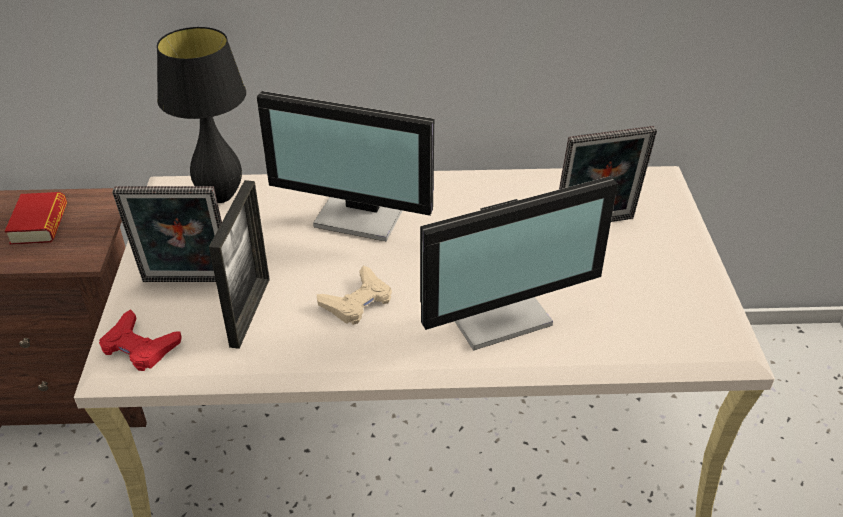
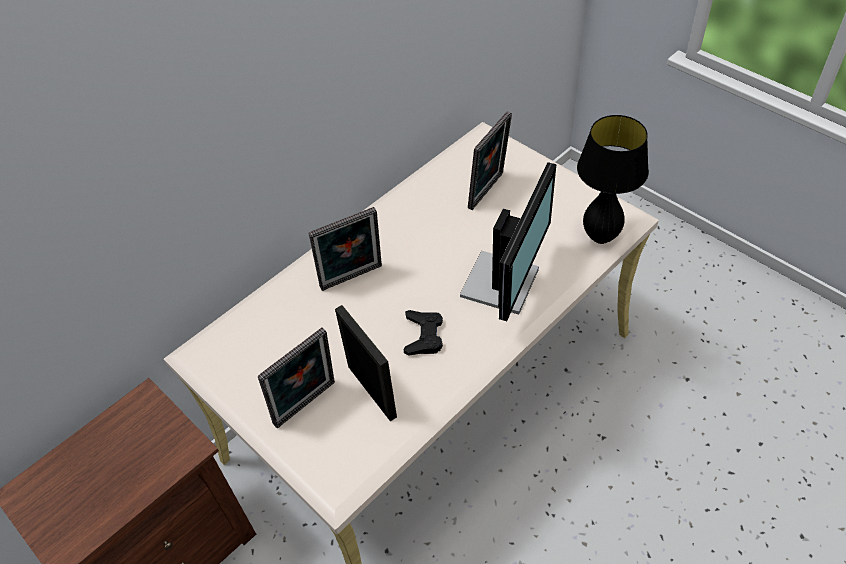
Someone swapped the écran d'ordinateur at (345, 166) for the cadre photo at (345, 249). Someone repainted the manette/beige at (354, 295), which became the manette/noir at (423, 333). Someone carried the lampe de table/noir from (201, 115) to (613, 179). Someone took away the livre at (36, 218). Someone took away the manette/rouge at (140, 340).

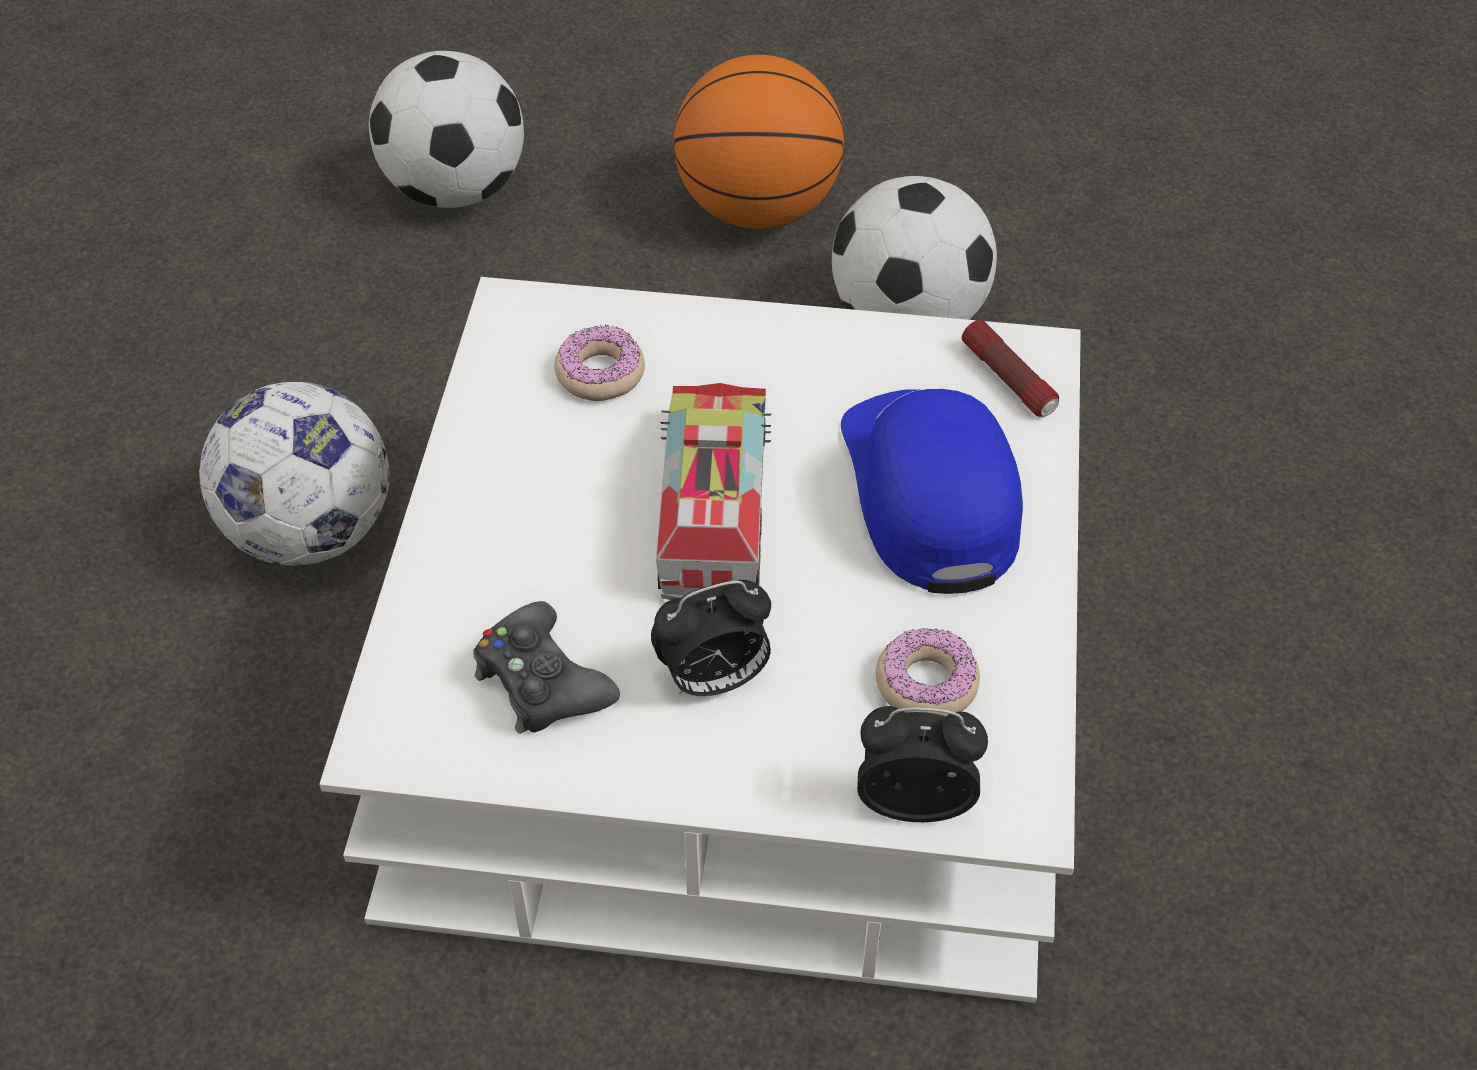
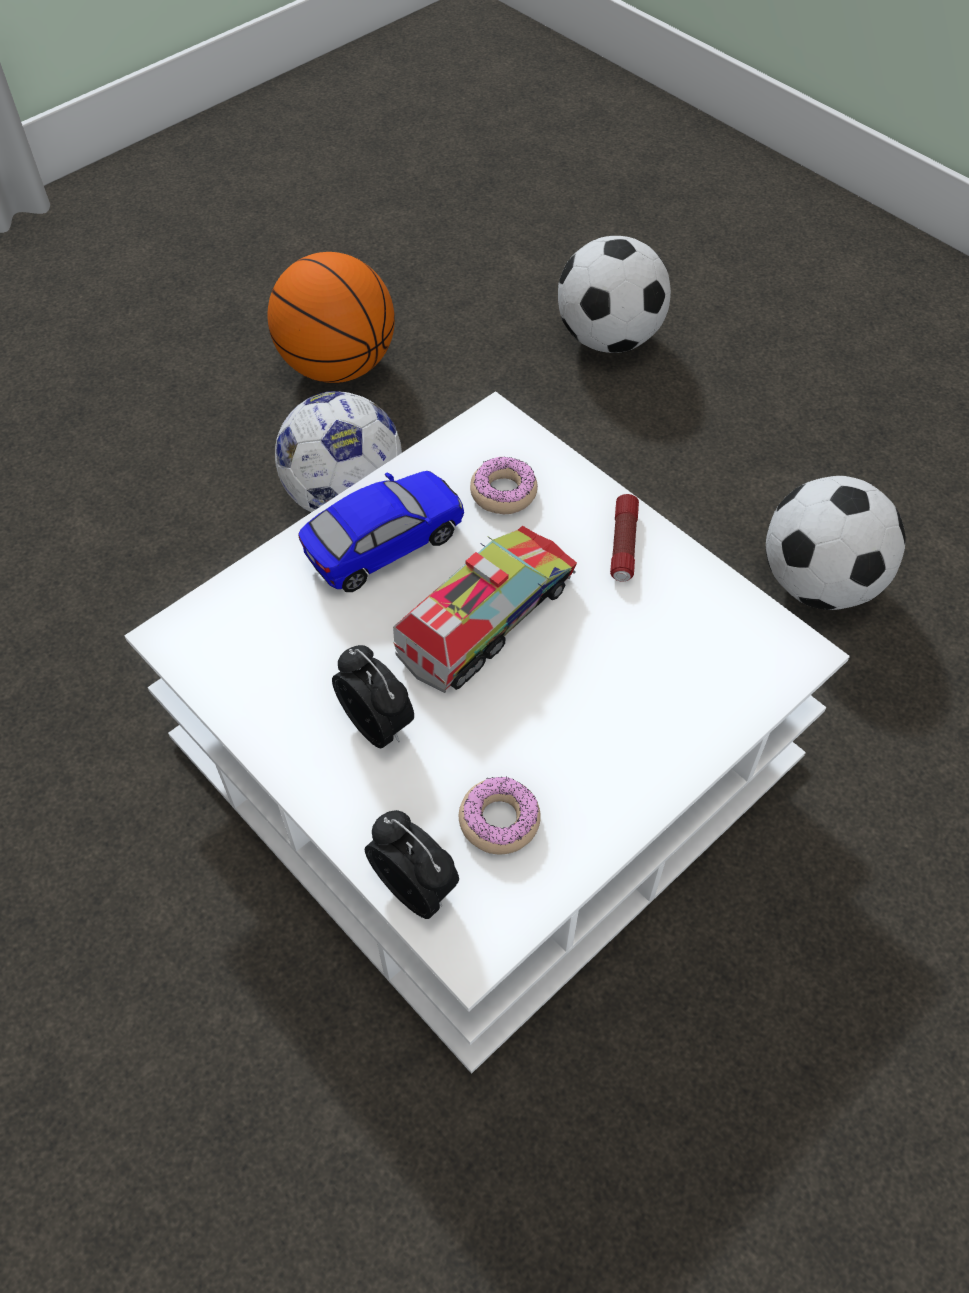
Someone carried the ballon de basket from (759, 142) to (331, 317). Someone put down the petite voiture at (381, 531). Someone rotated the réveil at (711, 638) by 150 degrees counterclockwise. Someone carried the lampe de poche from (1010, 368) to (624, 538). Someone took away the manette/noir at (546, 667). Someone took away the casquette/bleu at (932, 491).

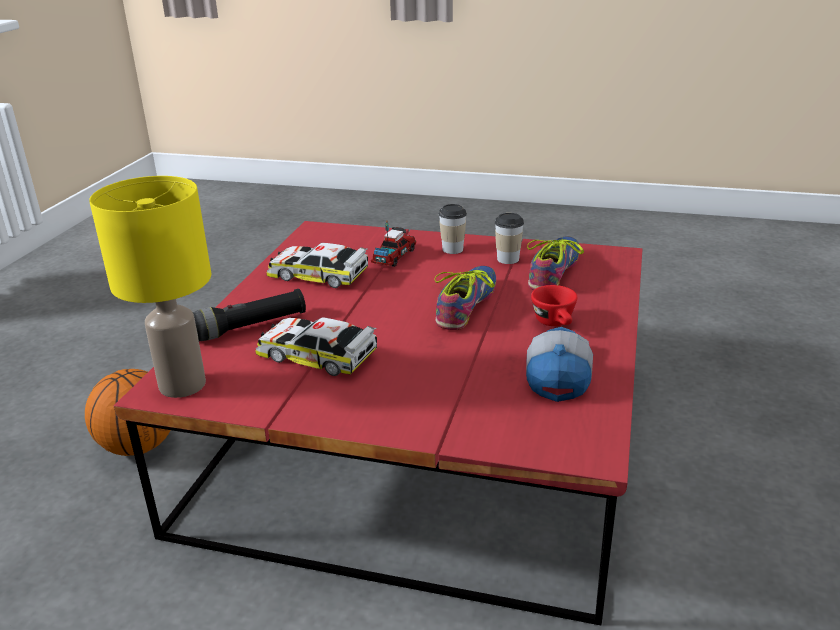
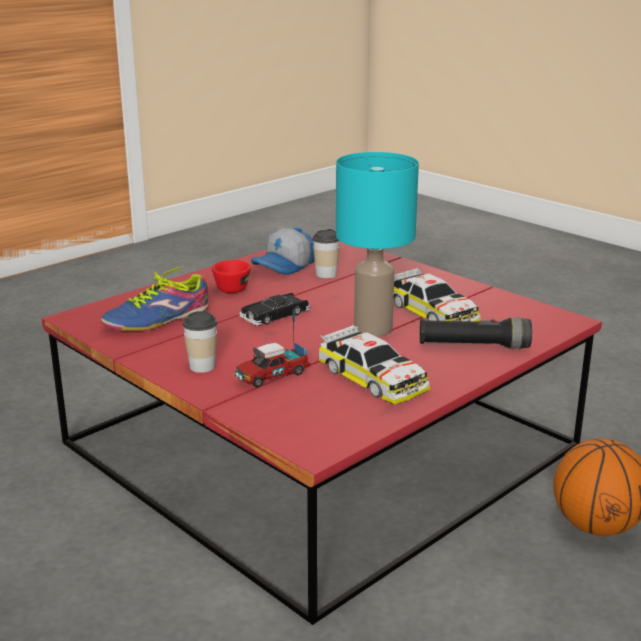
Someone swapped the chaussure at (465, 298) for the petite voiture/noir at (275, 309). Someone carried the tasse from (509, 238) to (326, 253). Someone put down the lampe de table/turquoise at (377, 244). Someone took away the lampe de table/jaune at (150, 287).

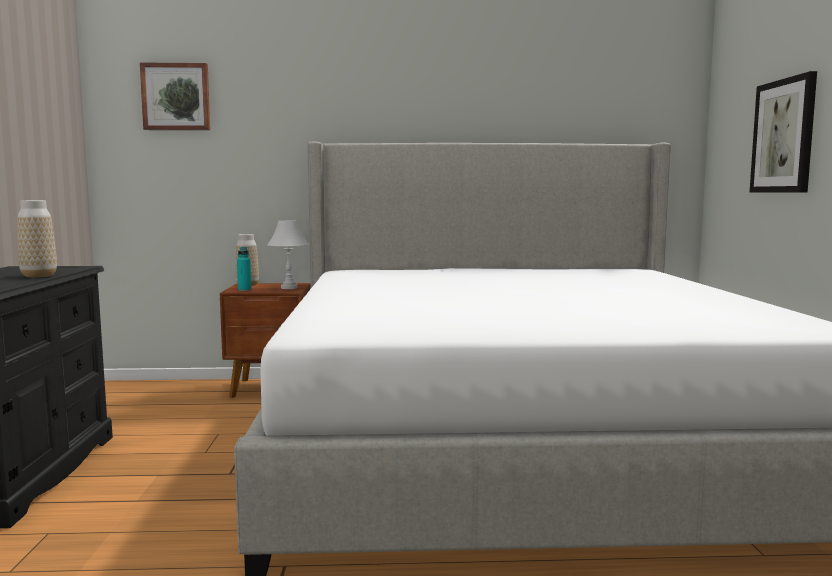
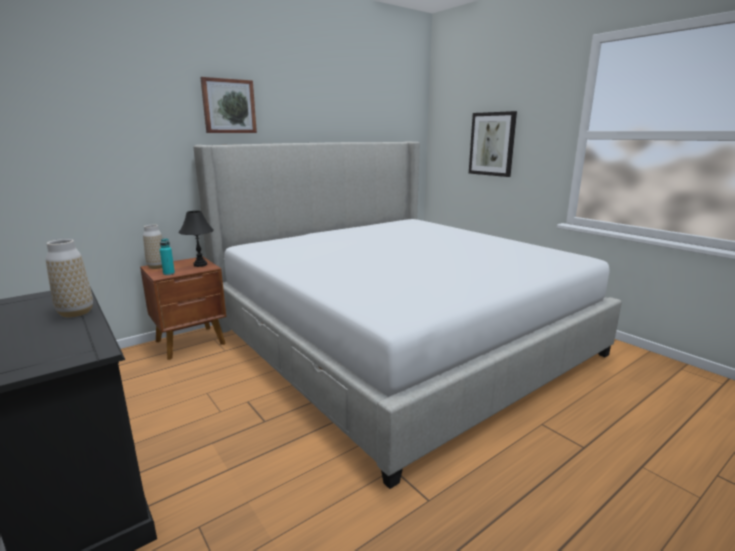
Someone repainted the lampe de table/blanc at (288, 254), which became the lampe de table/noir at (196, 239). Someone carried the tableau from (175, 96) to (228, 105).

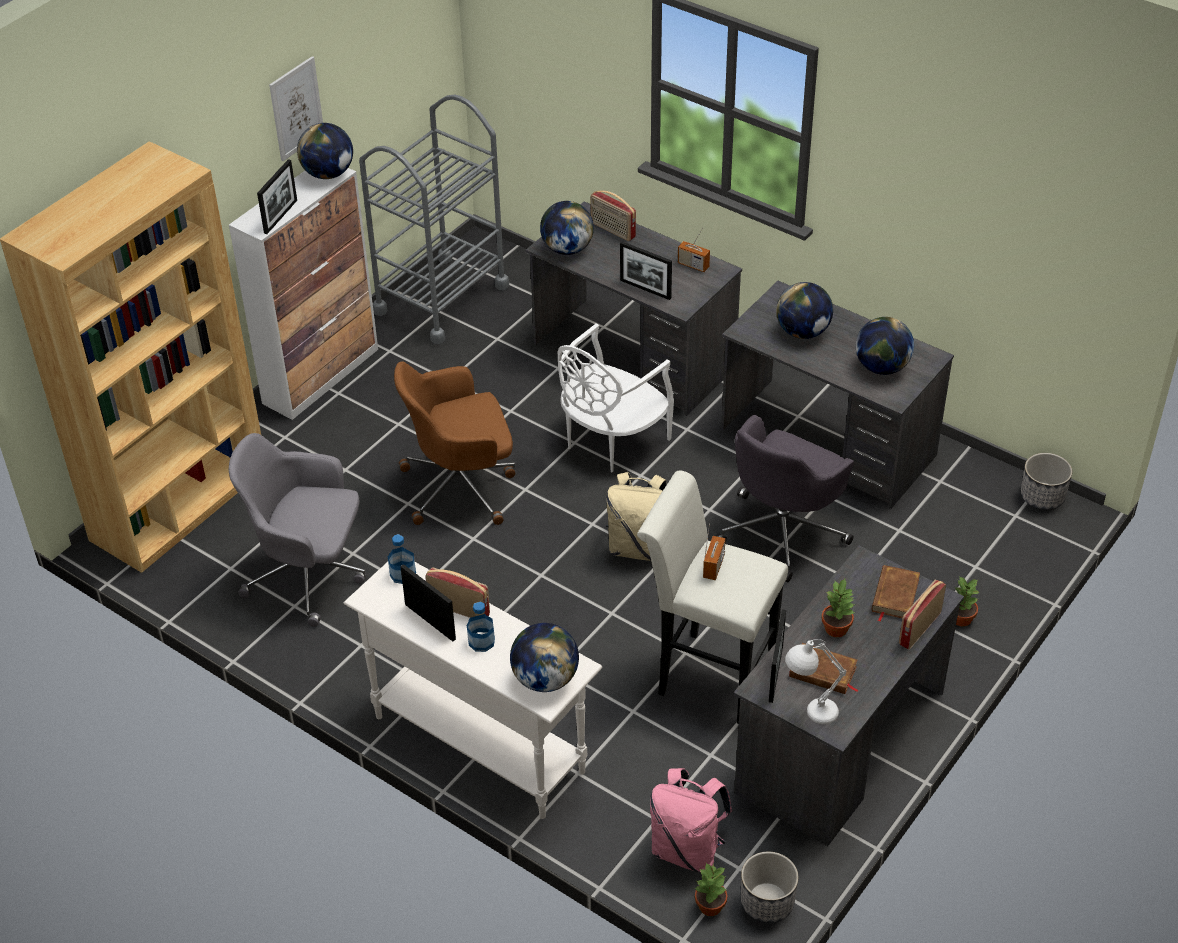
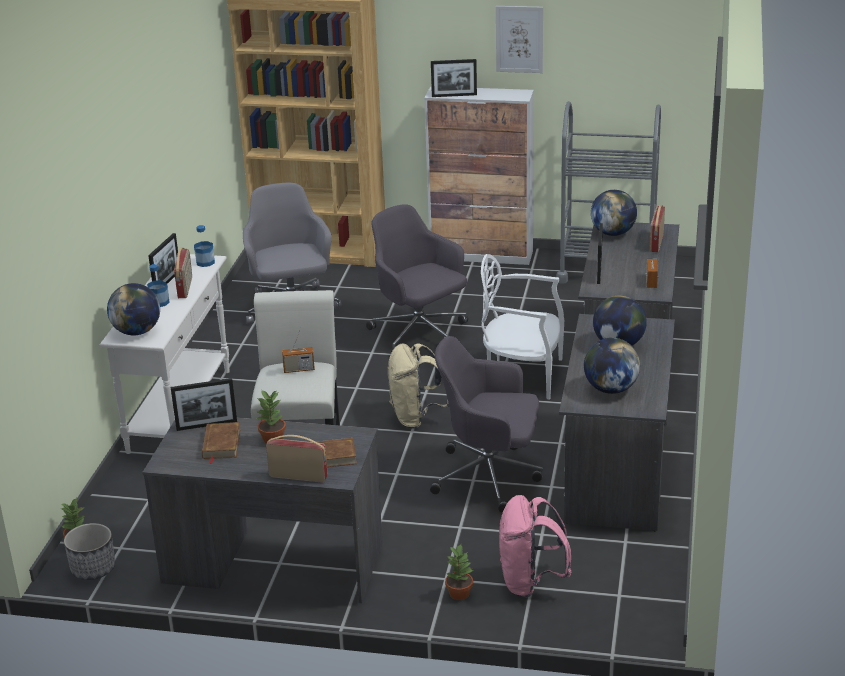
Someone repainted the chaise de bureau/marron at (454, 443), which became the chaise de bureau/gris at (417, 278). Someone carried the sac à dos/rose from (691, 820) to (535, 546). Someone took away the globe at (325, 151). Someone took away the lampe de table/blanc at (815, 681). Someone took away the cache-pot at (1047, 481).

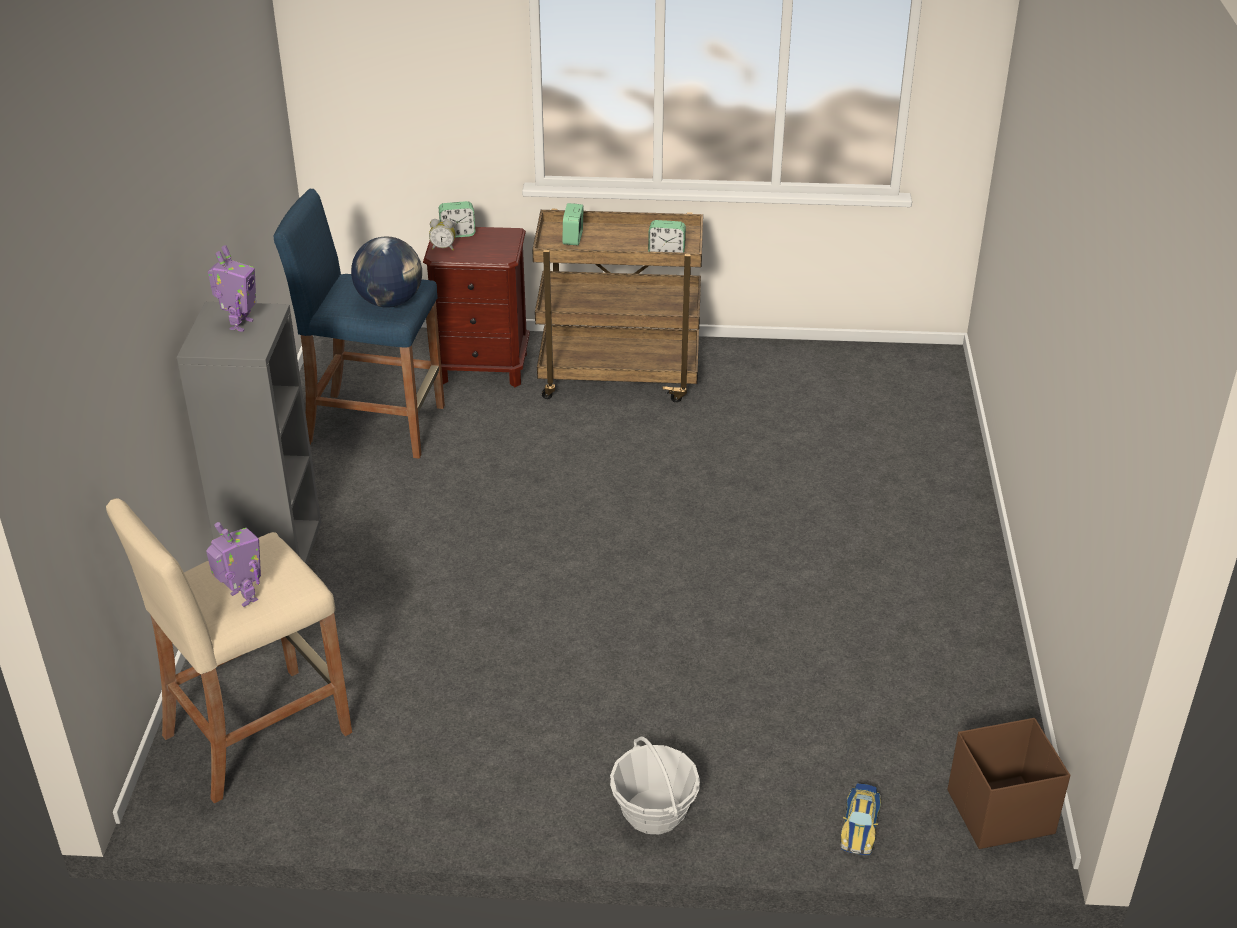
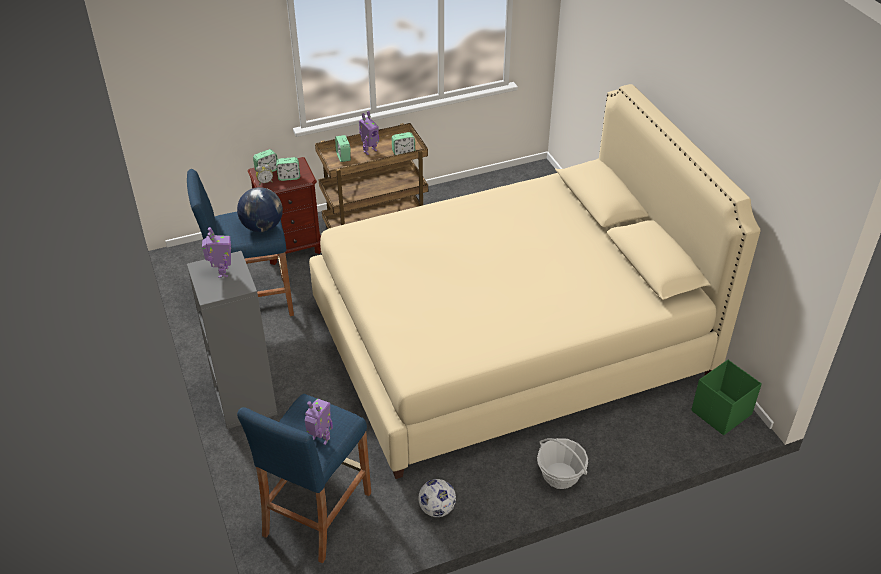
Someone repainted the tabouret/beige at (229, 650), which became the tabouret/bleu at (304, 478). Someone put down the réveil at (288, 169). Someone put down the lit/beige at (535, 281). Someone put down the robot jouet at (369, 133). Someone put down the ballon de foot at (437, 498). Someone repainted the boîte de rangement/marron at (1009, 783), which became the boîte de rangement/vert at (726, 397). Someone took away the petite voiture at (860, 819).

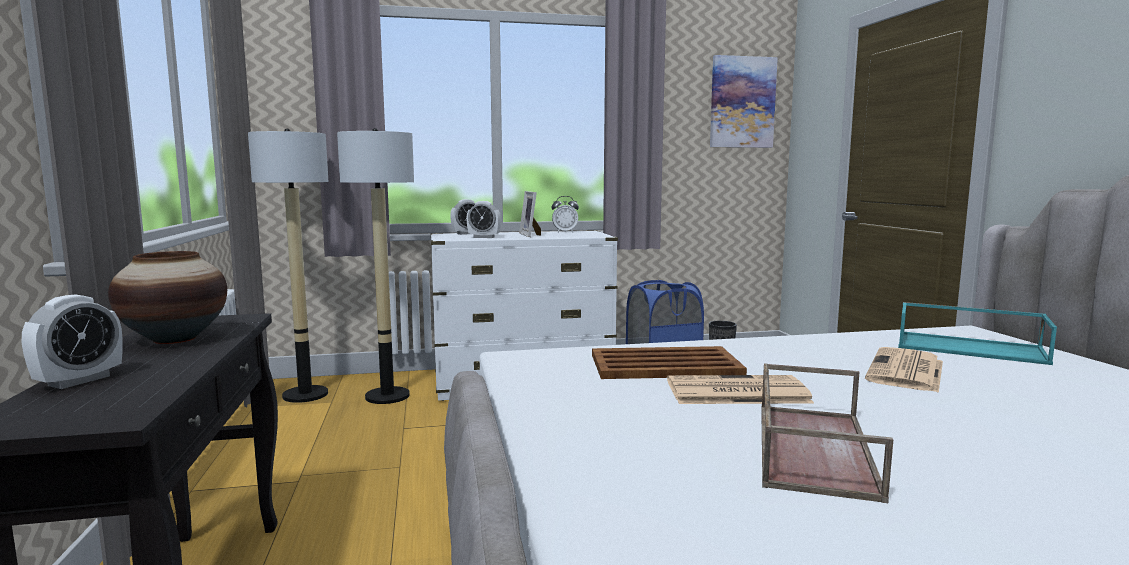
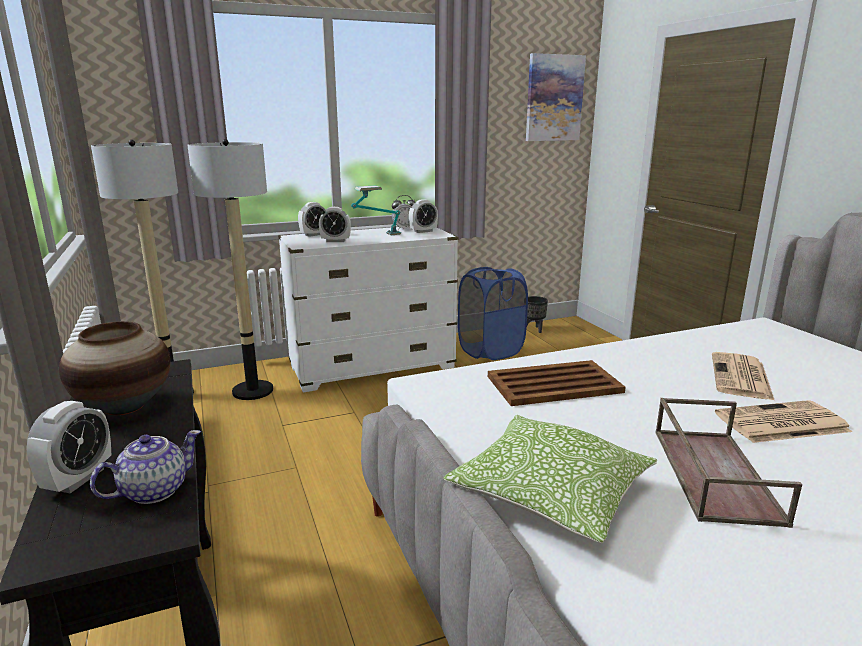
Someone put down the théière at (145, 467). Someone swapped the cadre photo at (530, 214) for the lampe de table at (376, 210). Someone put down the réveil at (423, 216). Someone put down the coussin at (550, 479). Someone carried the journal from (740, 389) to (783, 421). Someone took away the plateau/turquoise at (977, 333).

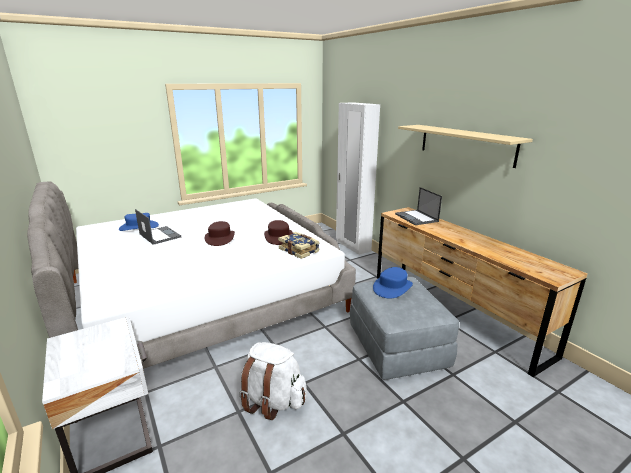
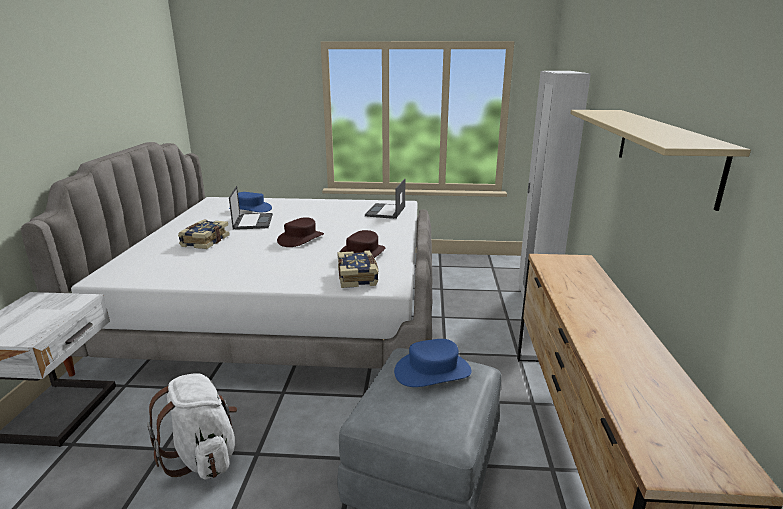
Someone put down the livre at (204, 234). Someone carried the ordinateur portable from (418, 206) to (385, 199).

